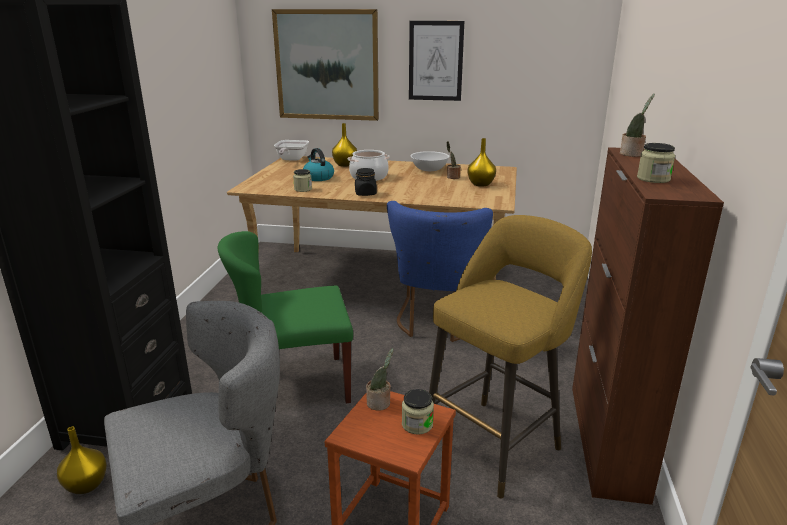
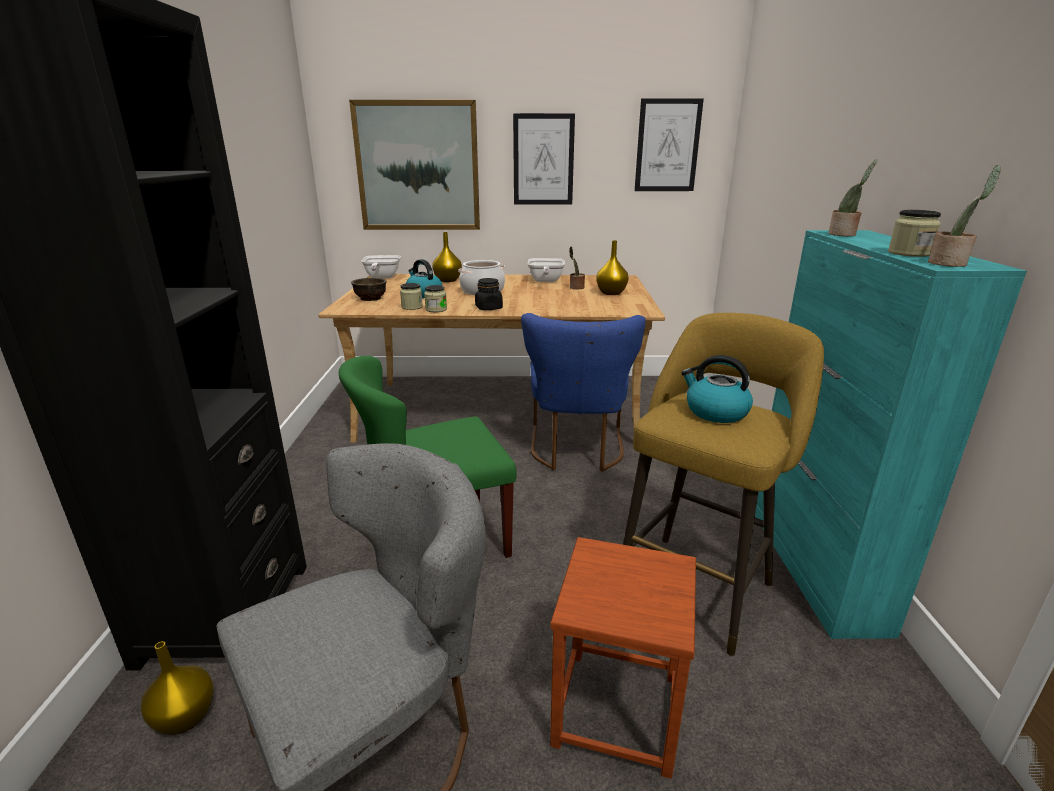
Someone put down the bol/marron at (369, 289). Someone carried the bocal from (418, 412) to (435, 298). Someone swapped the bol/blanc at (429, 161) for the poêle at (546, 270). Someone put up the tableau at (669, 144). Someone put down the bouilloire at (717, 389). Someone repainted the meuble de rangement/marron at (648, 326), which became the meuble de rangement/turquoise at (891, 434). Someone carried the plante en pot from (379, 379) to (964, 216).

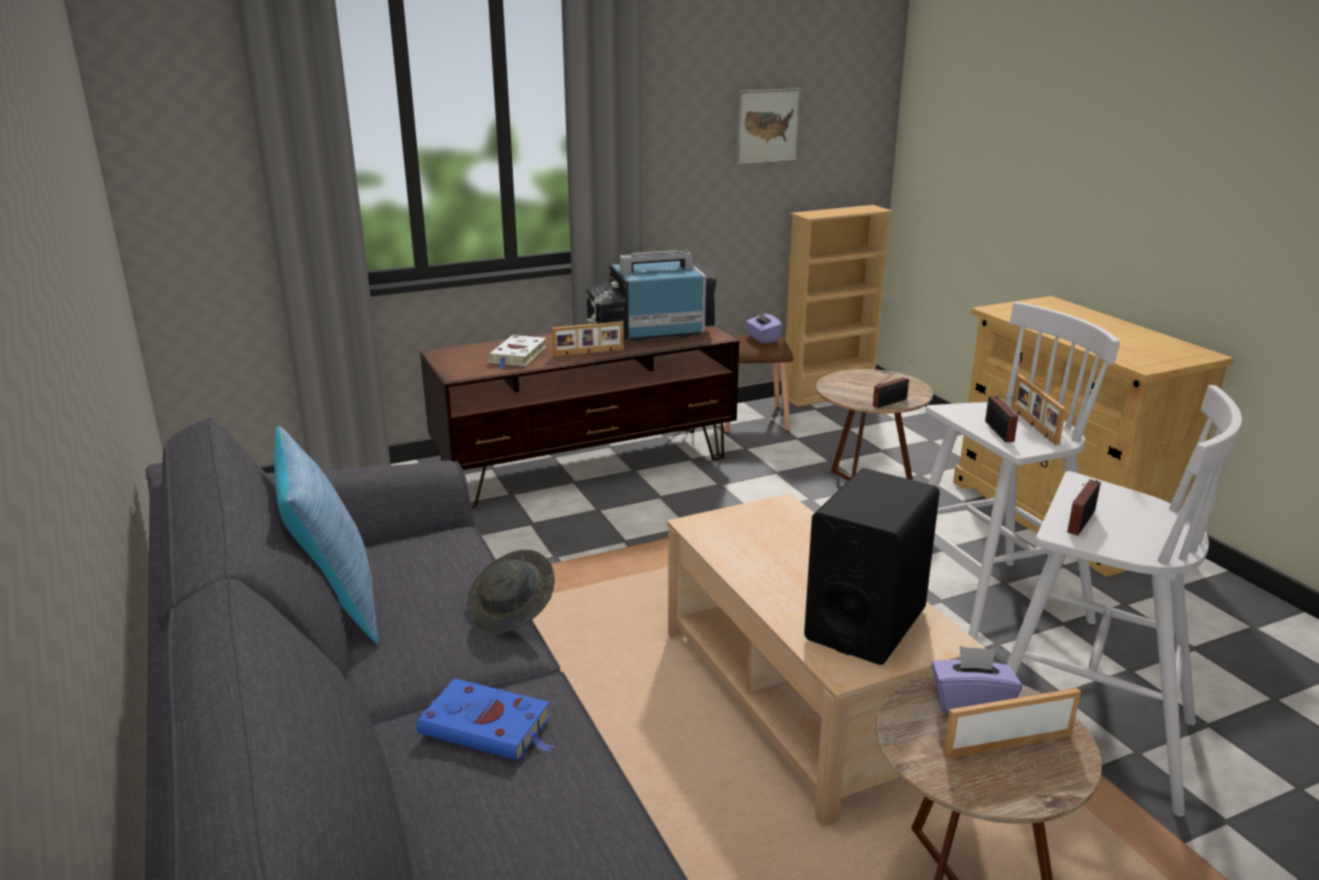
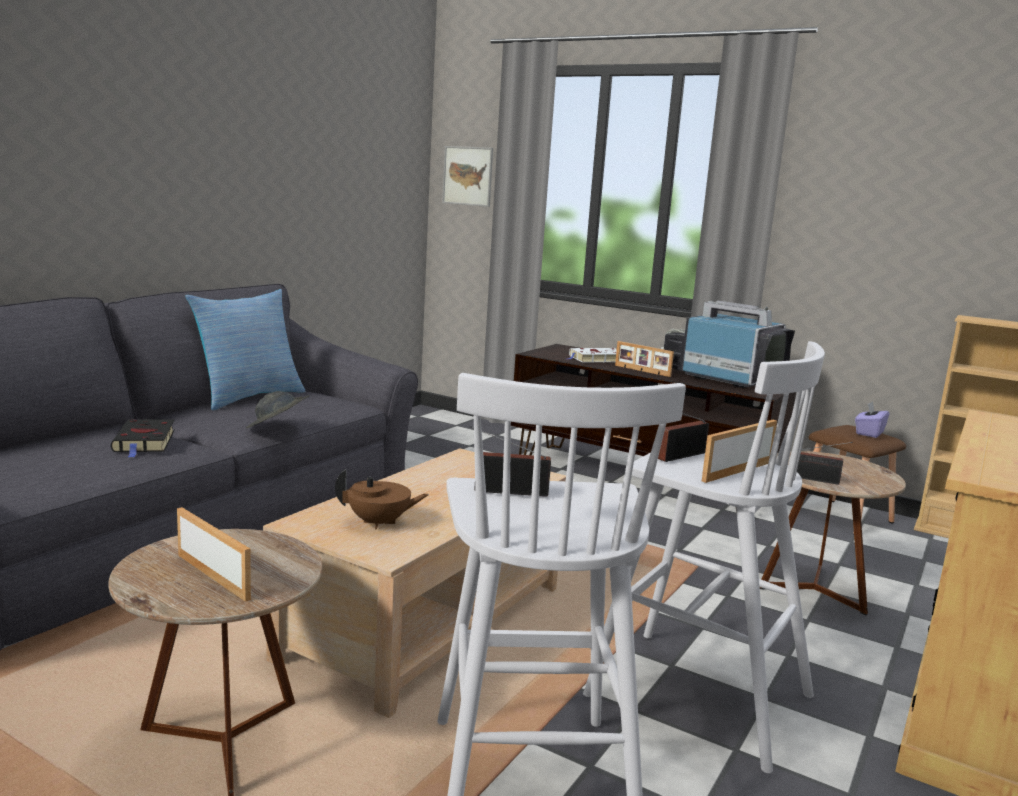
Someone repainted the livre/bleu at (485, 719), which became the livre/noir at (143, 438). Someone swapped the enceinte/noir at (872, 566) for the théière/marron at (382, 499). Someone carried the tableau from (768, 126) to (467, 176). Someone took away the boîte à mouchoirs/violet at (977, 679).

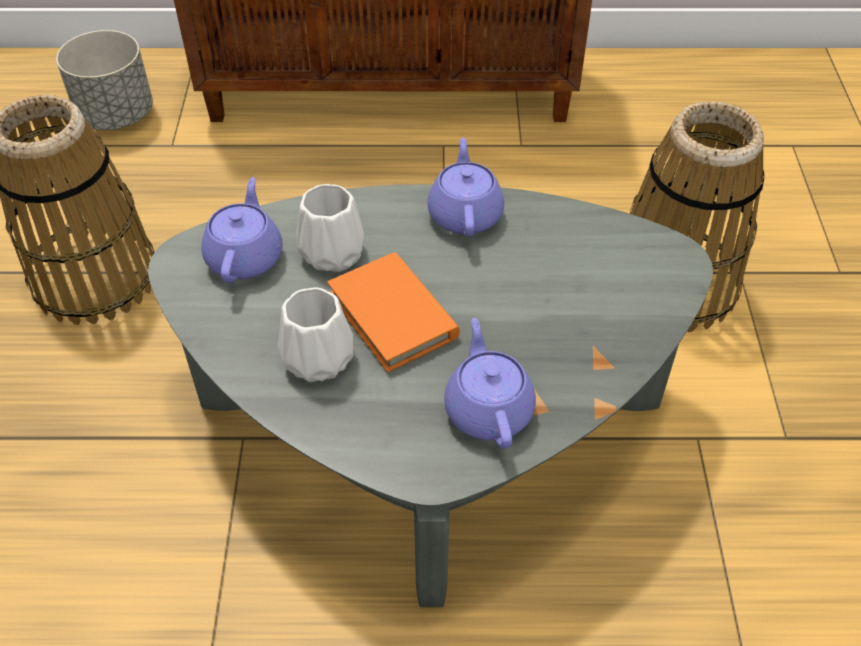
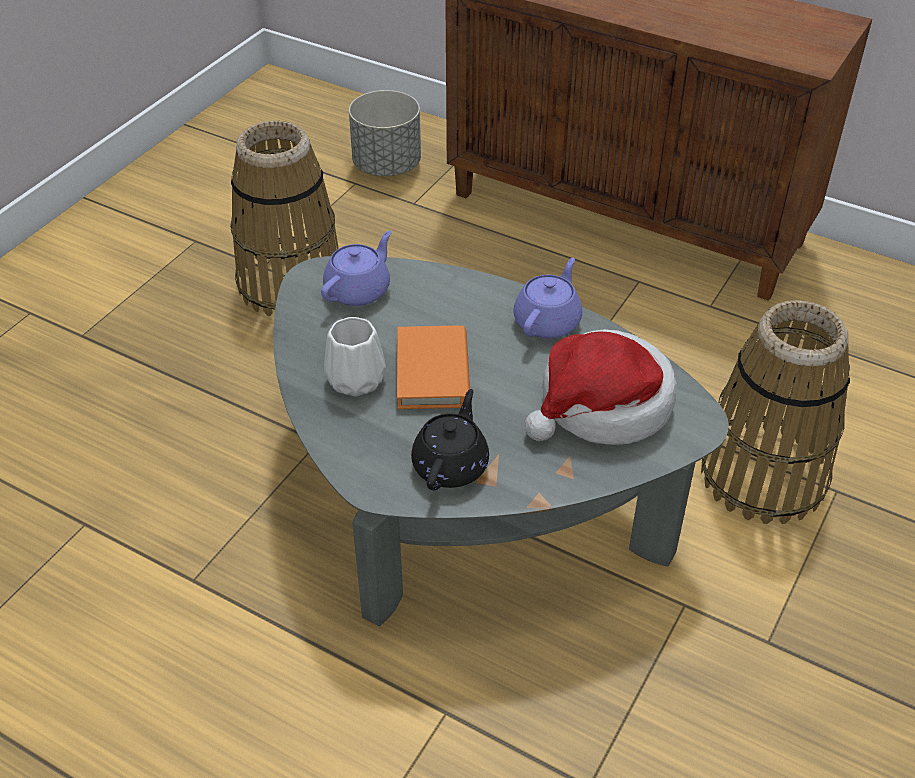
Someone repainted the théière/violet at (490, 383), which became the théière/noir at (450, 439). Someone put down the chapeau at (601, 387). Someone took away the vase/blanc at (330, 228).

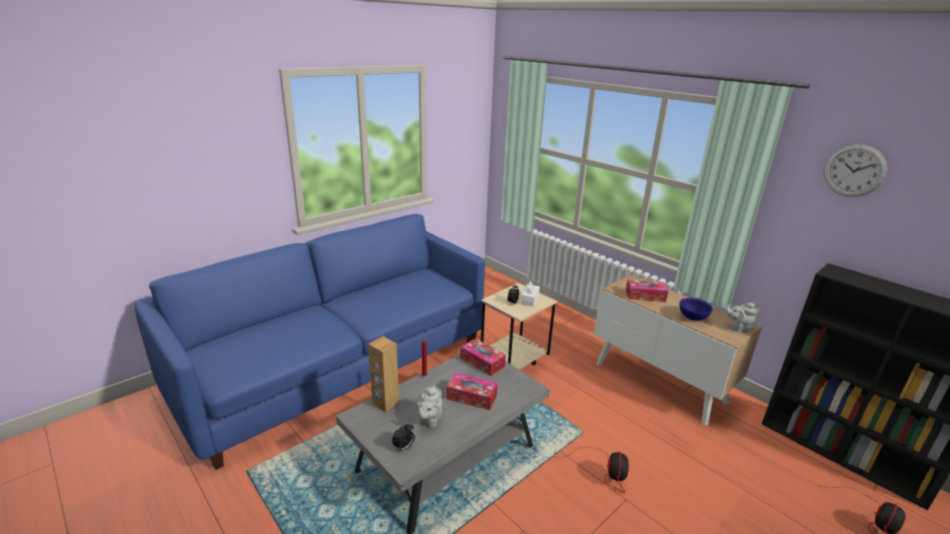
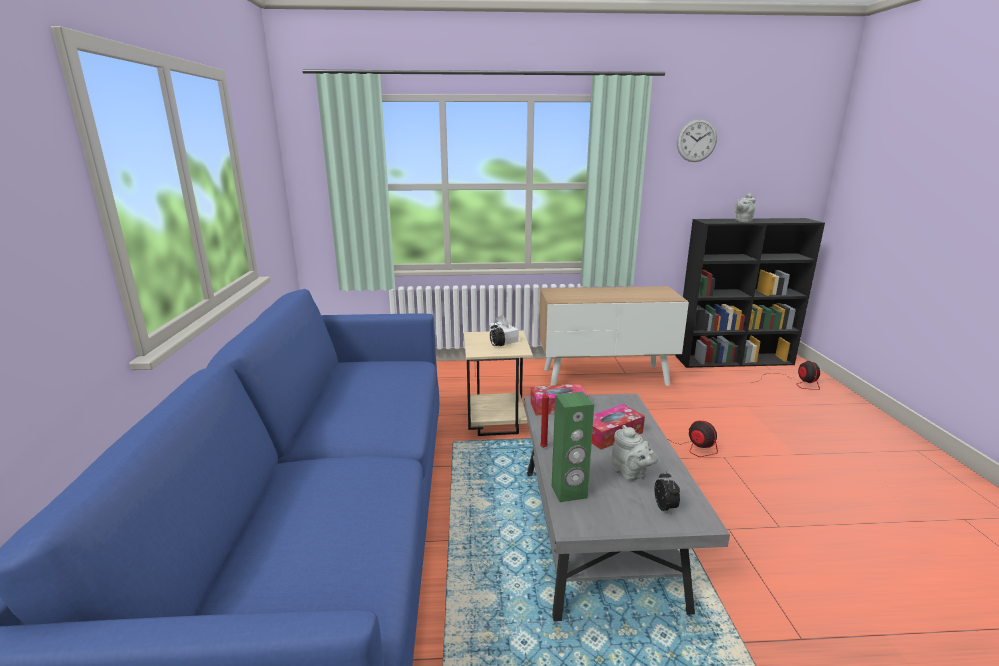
Someone repainted the enceinte/marron at (383, 374), which became the enceinte/vert at (573, 447). Someone carried the théière/gris from (743, 317) to (745, 207). Someone took away the boîte à mouchoirs at (647, 290). Someone took away the bol/bleu at (696, 309).

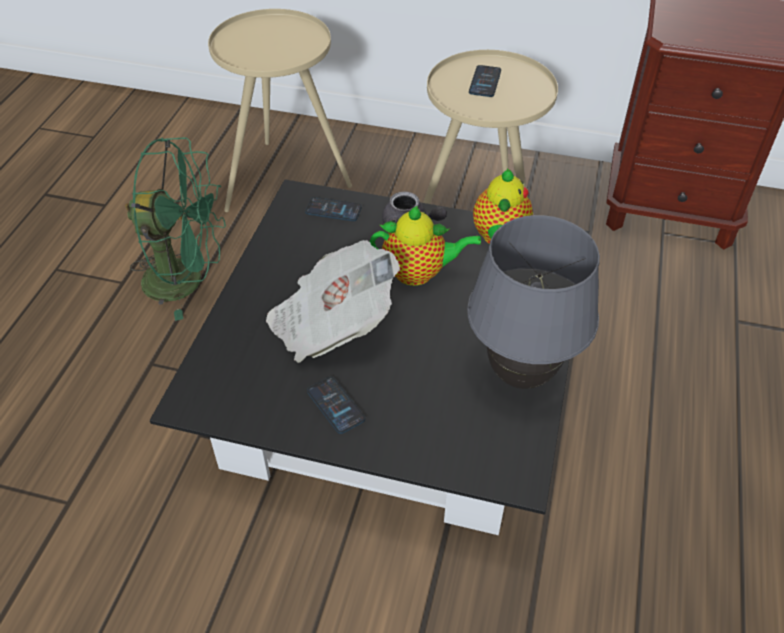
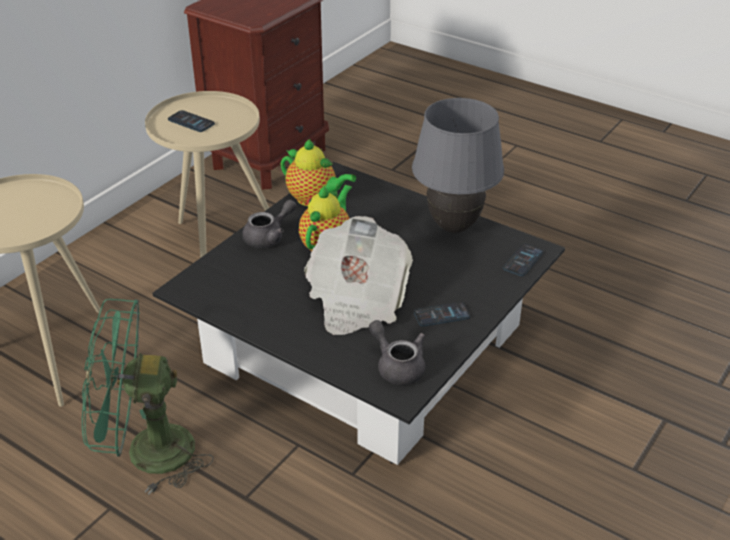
Someone rotated the ventilateur/vert at (175, 229) by 120 degrees counterclockwise. Someone put down the théière/gris at (397, 352). Someone carried the téléphone from (333, 209) to (523, 260).

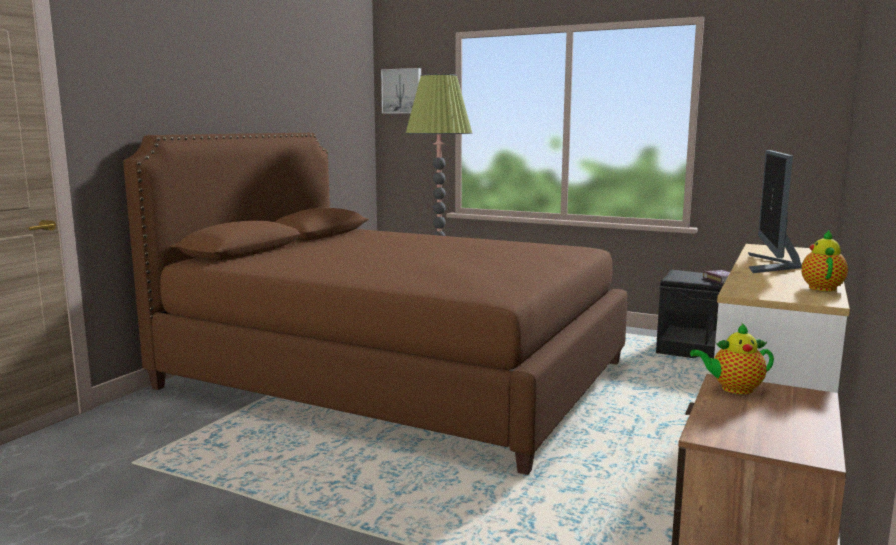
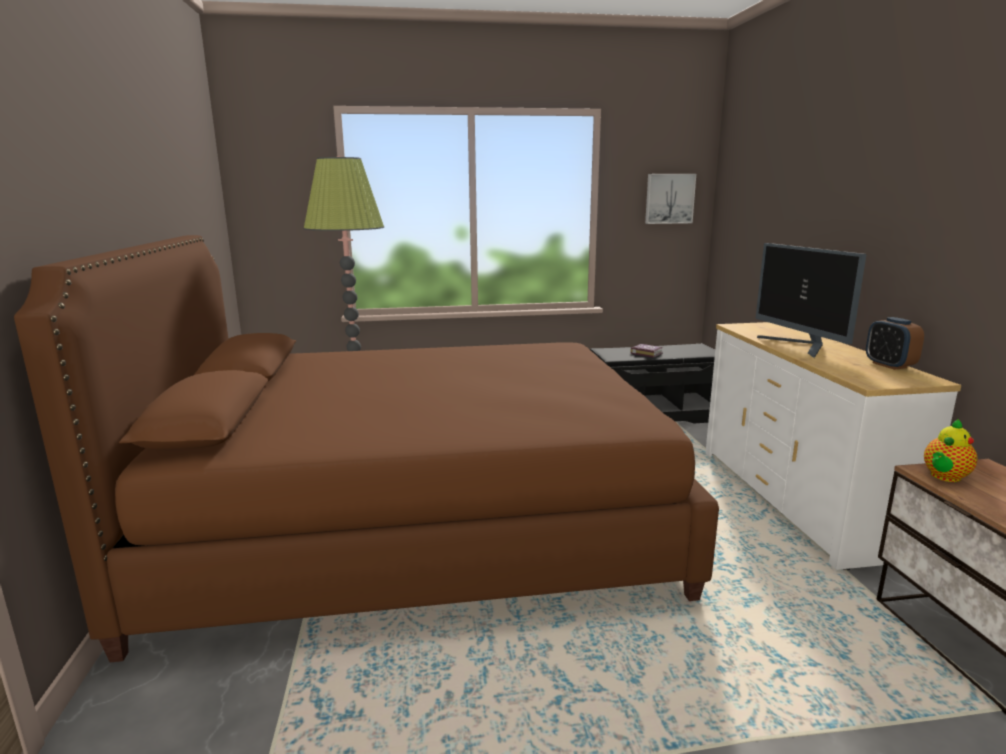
Someone carried the tableau from (401, 91) to (670, 199). Someone swapped the théière at (824, 260) for the réveil at (895, 343).

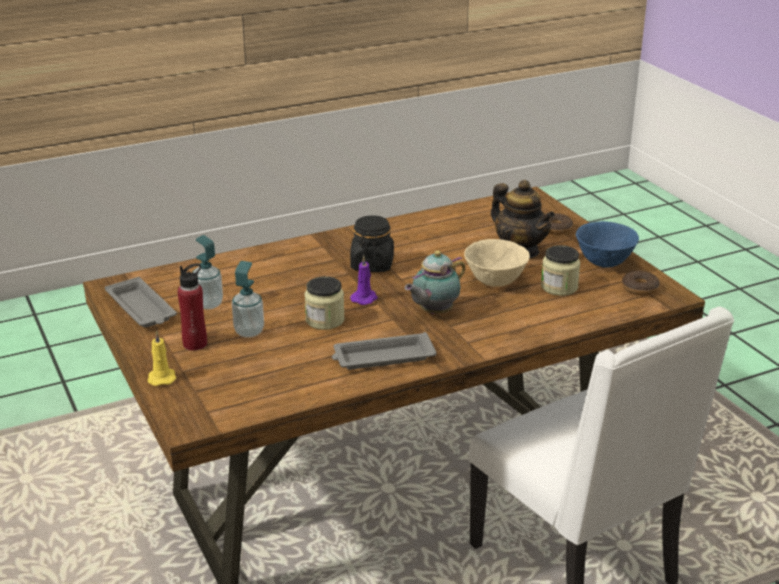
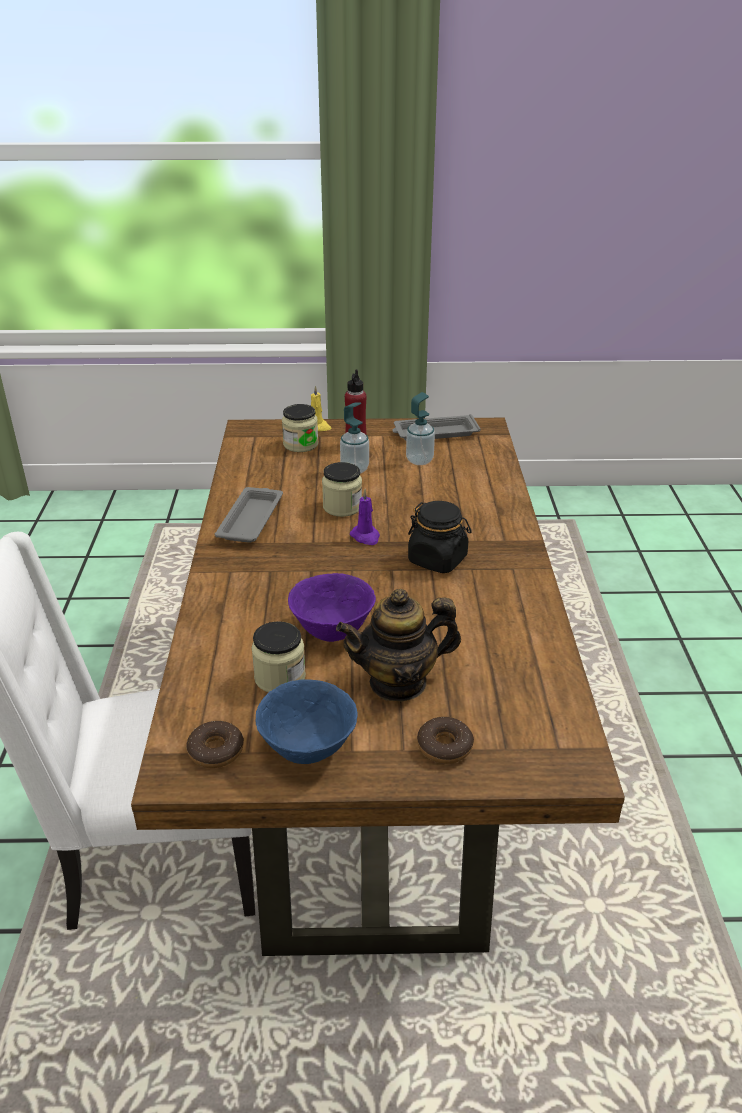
Someone put down the bocal at (300, 428). Someone repainted the bol/beige at (497, 263), which became the bol/violet at (332, 607). Someone took away the théière at (435, 282).

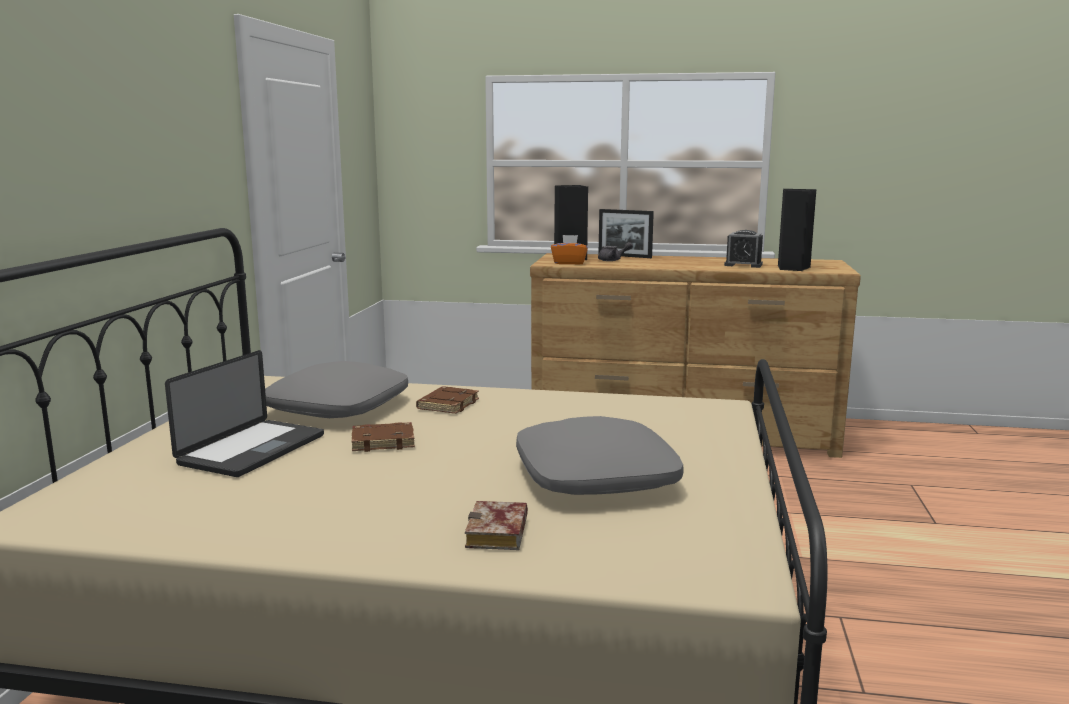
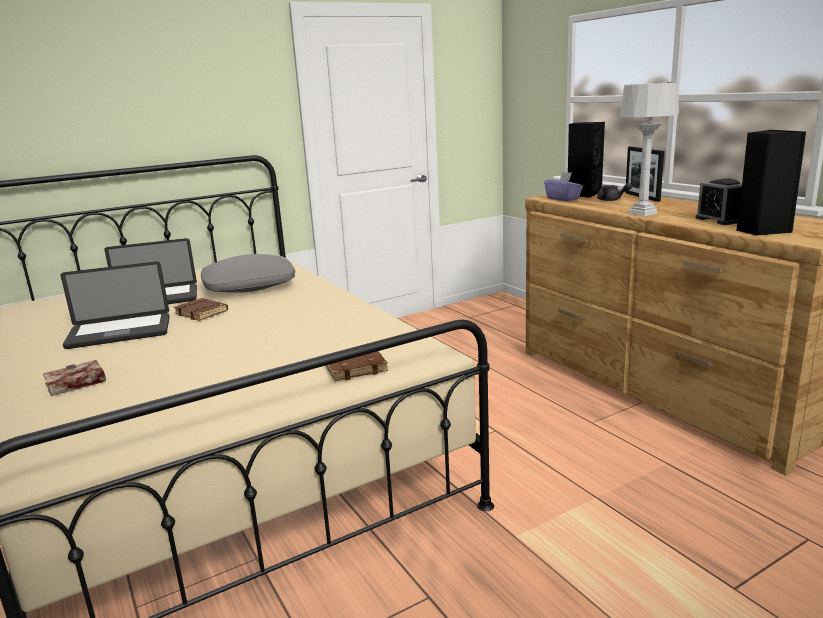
Someone put down the ordinateur portable at (115, 305). Someone carried the livre/marron from (447, 400) to (357, 366). Someone repainted the boîte à mouchoirs/orange at (569, 249), which became the boîte à mouchoirs/violet at (563, 186). Someone put down the lampe de table/gris at (649, 149). Someone took away the coussin/gris at (600, 455).

